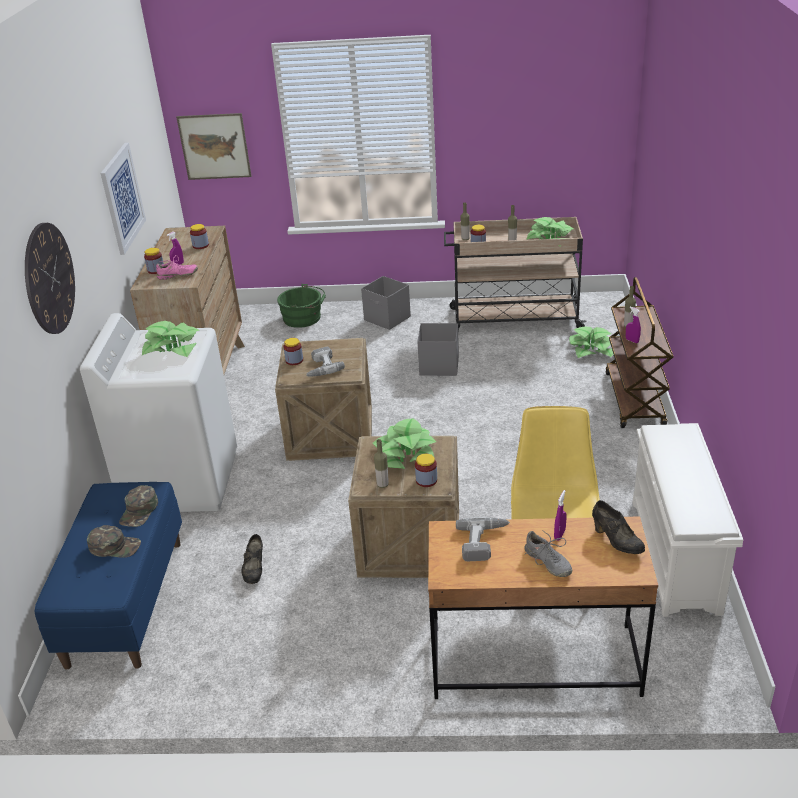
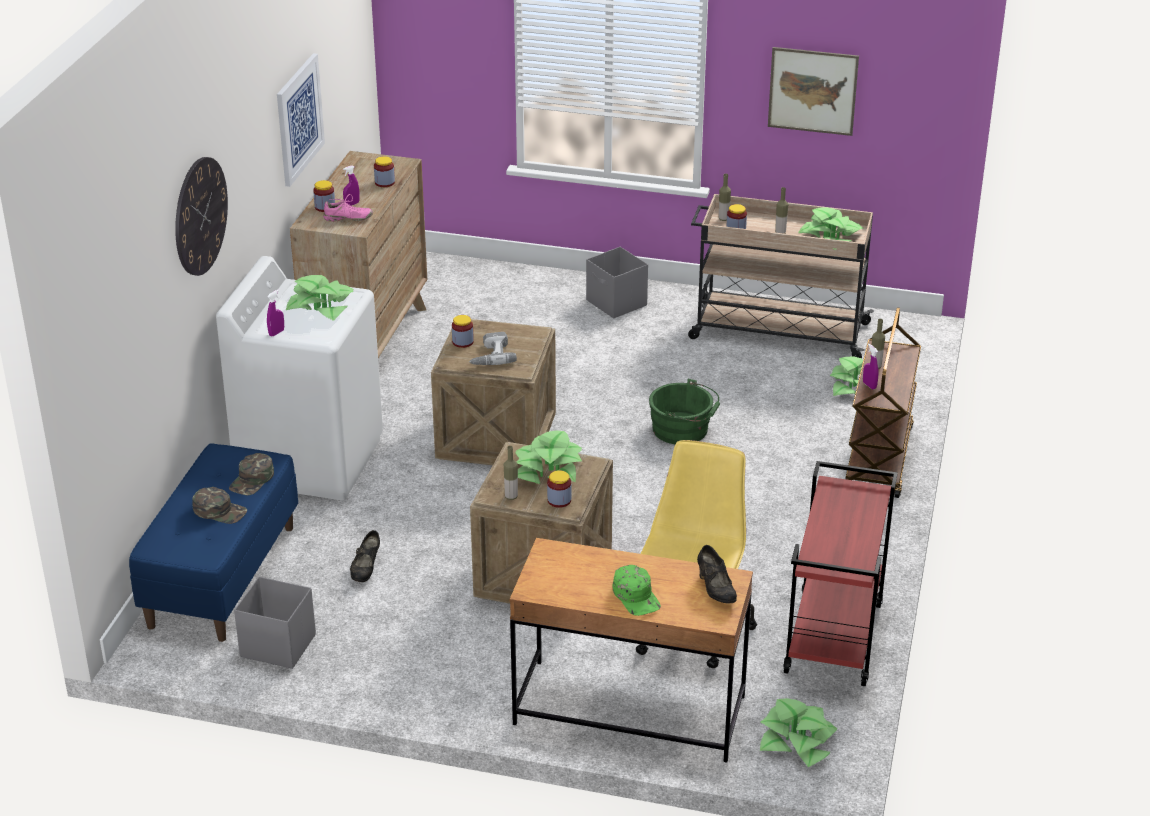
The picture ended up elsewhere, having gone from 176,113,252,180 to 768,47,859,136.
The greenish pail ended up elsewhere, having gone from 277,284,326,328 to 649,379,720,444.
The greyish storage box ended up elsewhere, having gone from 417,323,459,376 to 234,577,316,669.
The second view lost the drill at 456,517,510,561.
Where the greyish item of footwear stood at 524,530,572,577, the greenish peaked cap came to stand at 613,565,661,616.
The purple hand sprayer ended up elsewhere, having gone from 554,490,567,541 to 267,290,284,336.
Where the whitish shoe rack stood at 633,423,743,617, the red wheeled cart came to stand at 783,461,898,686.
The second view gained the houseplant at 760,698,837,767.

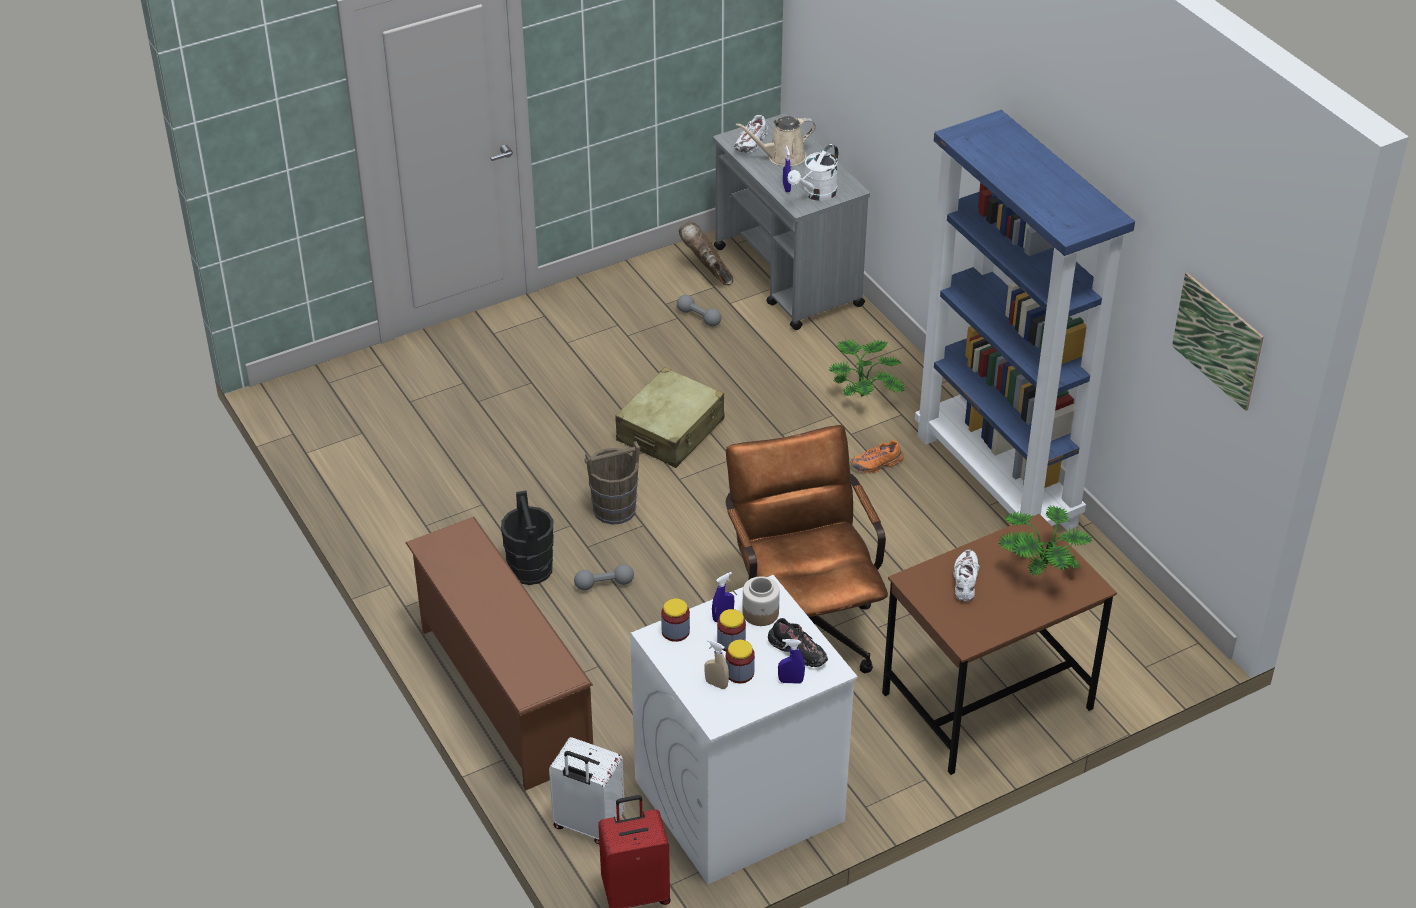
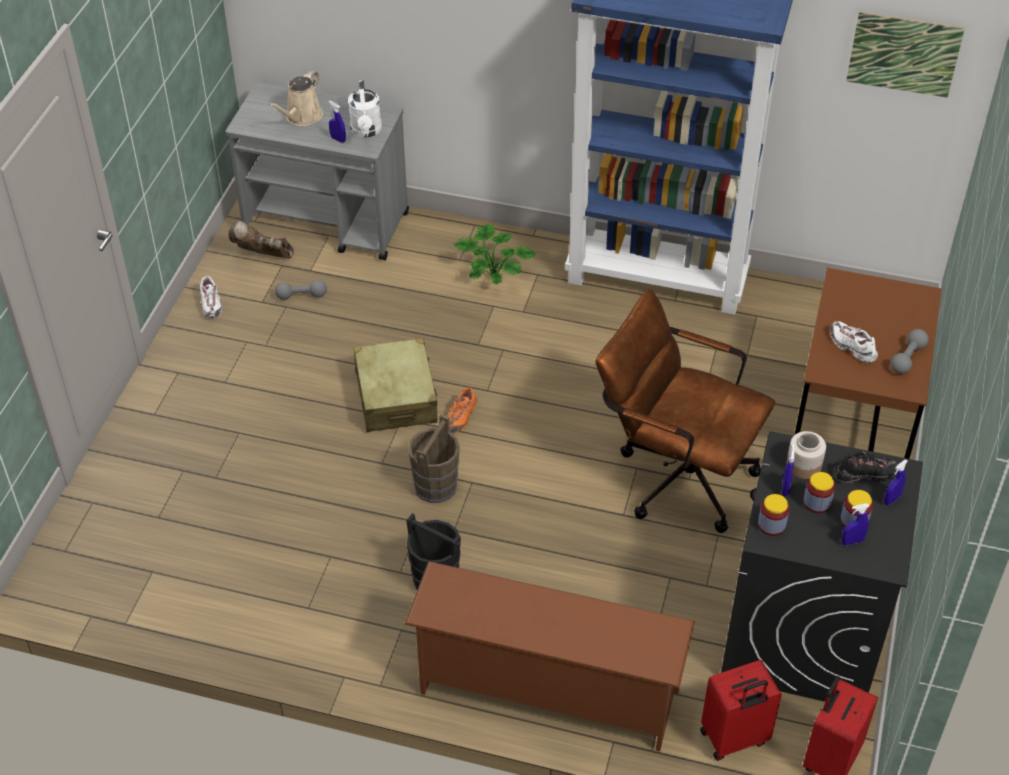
What was the whitish suitcase at 549,737,625,844 turned into the red suitcase at 700,660,782,761.
The greyish hand weight ended up elsewhere, having gone from 574,564,634,591 to 890,329,929,374.
What was the whitish laundry machine at 630,575,858,884 turned into the blackish laundry machine at 721,431,923,702.
What was the beige hand sprayer at 704,639,729,689 turned into the blue hand sprayer at 842,503,869,545.
The whitish item of footwear ended up elsewhere, having gone from 734,115,768,153 to 200,276,222,318.
The orange-coloured item of footwear ended up elsewhere, having gone from 850,440,904,474 to 447,388,478,432.
The second view lost the houseplant at 998,506,1092,576.

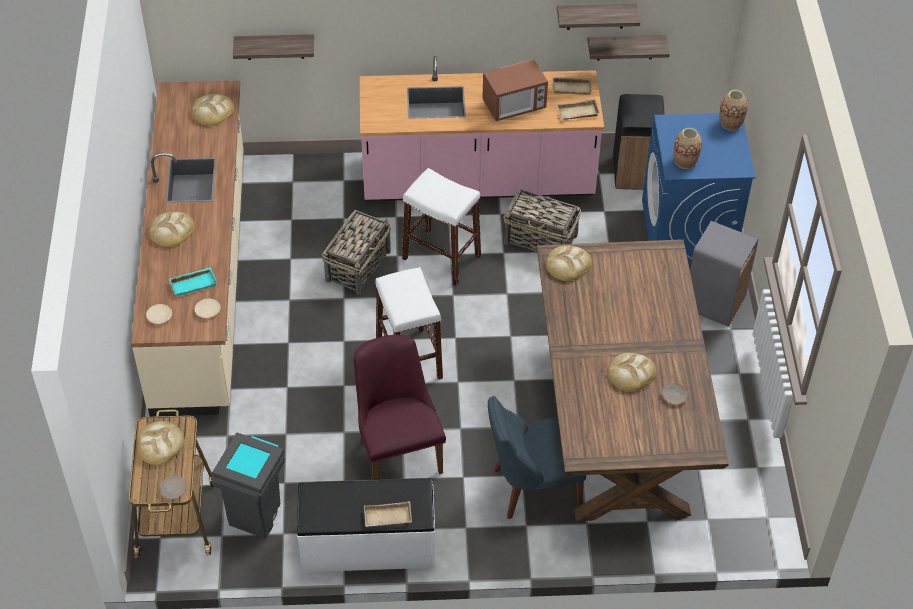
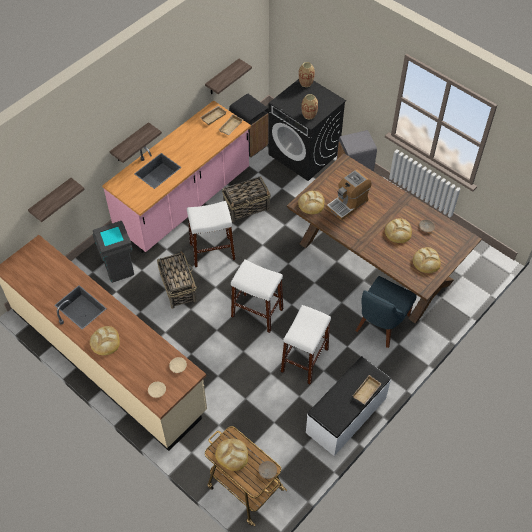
The second view lost the blue-green carrying tray at 169,267,217,296.
The baked bread ended up elsewhere, having gone from 191,94,234,126 to 413,247,441,273.
The greyish rubbish bin ended up elsewhere, having gone from 211,432,285,538 to 93,221,134,283.
Where the purple chair stood at 354,335,446,480, the whitish stool seat came to stand at 281,305,331,385.
The second view lost the microwave oven at 482,59,548,121.
The wall shelf ended up elsewhere, having gone from 557,4,640,30 to 110,122,162,163.
What was the blue laundry machine at 642,113,756,264 turned into the blackish laundry machine at 268,79,346,181.
The second view gained the coffee maker at 326,169,371,221.

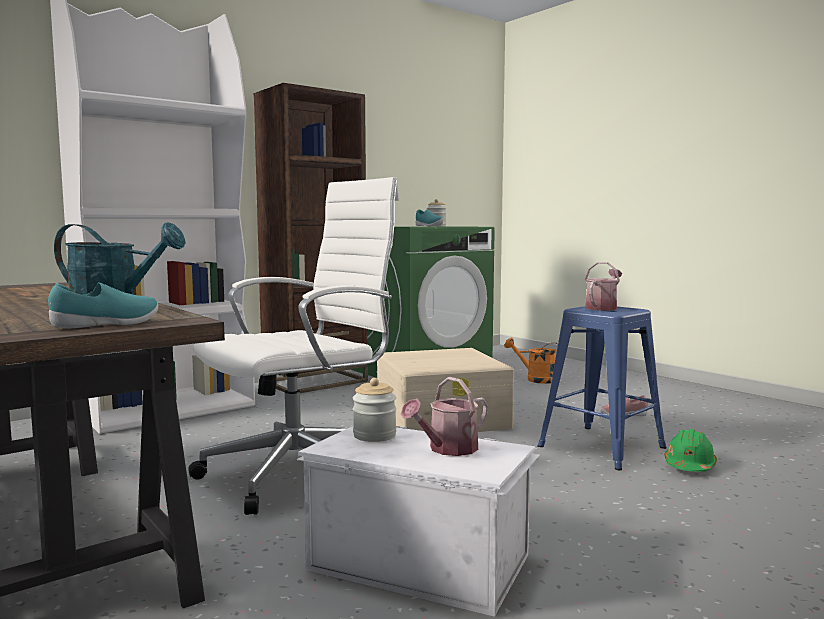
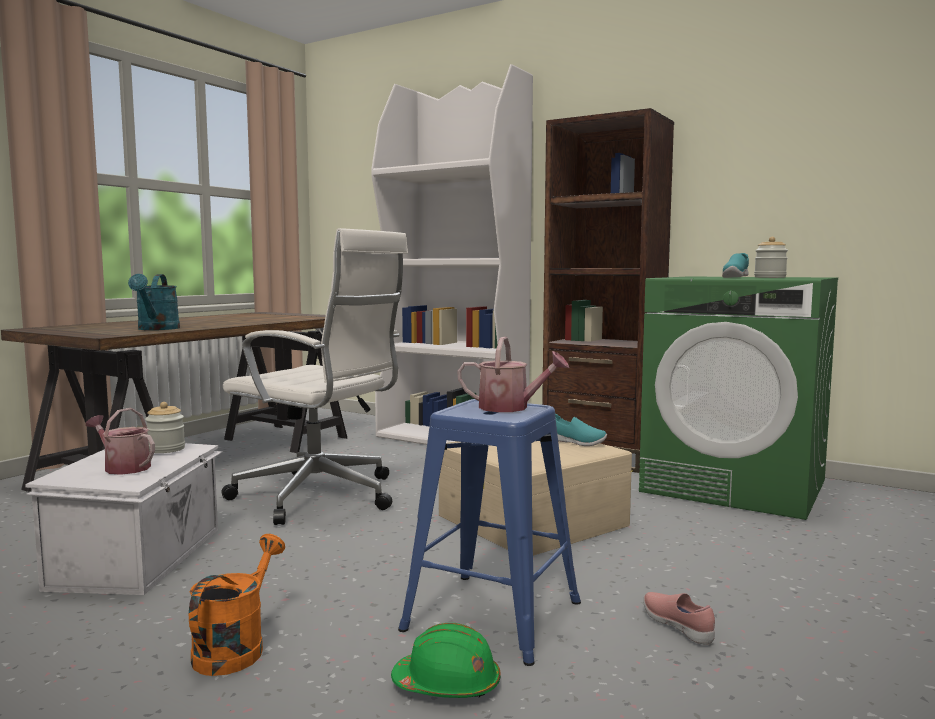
The blue-green item of footwear ended up elsewhere, having gone from 48,283,158,328 to 555,414,607,446.
The orange-coloured sprinkling can ended up elsewhere, having gone from 504,338,558,384 to 189,534,285,676.

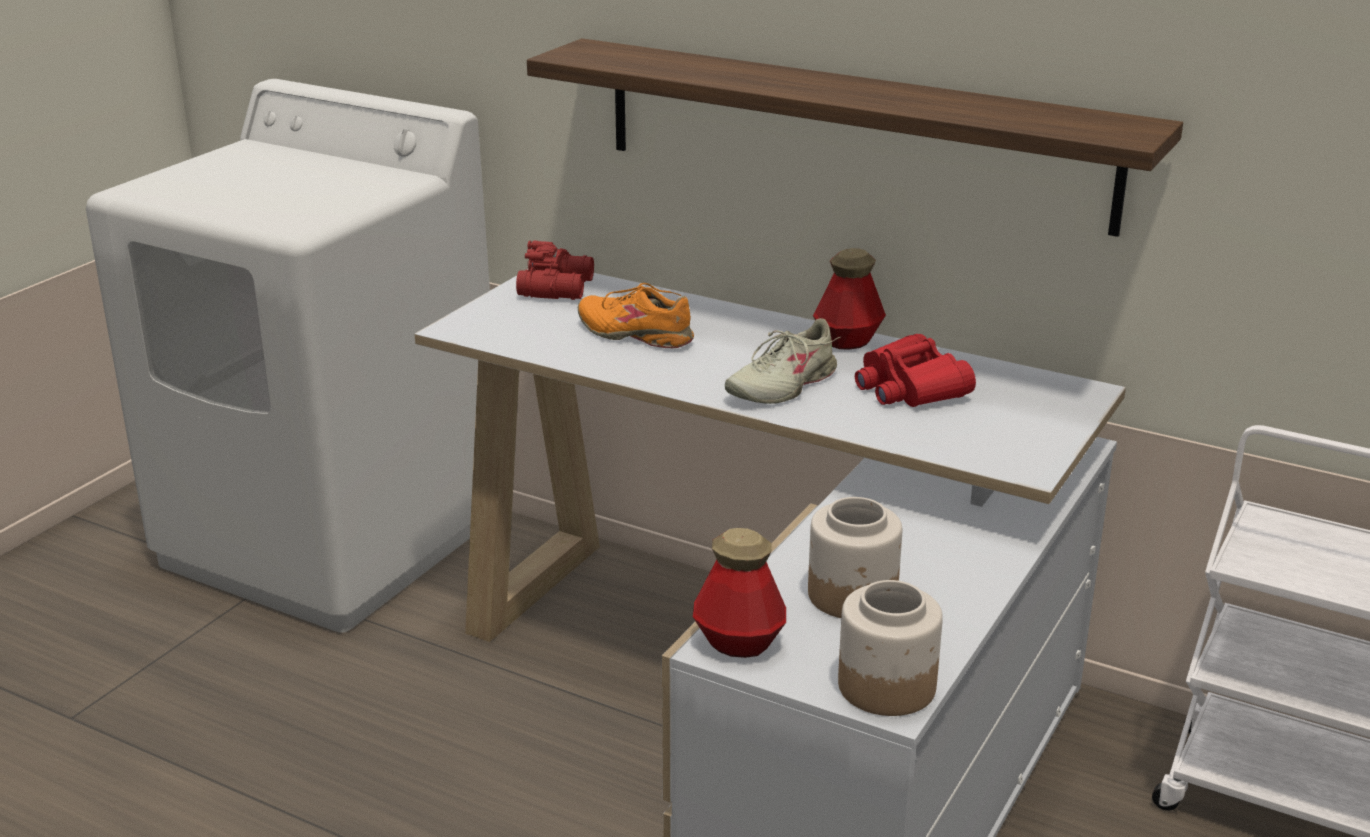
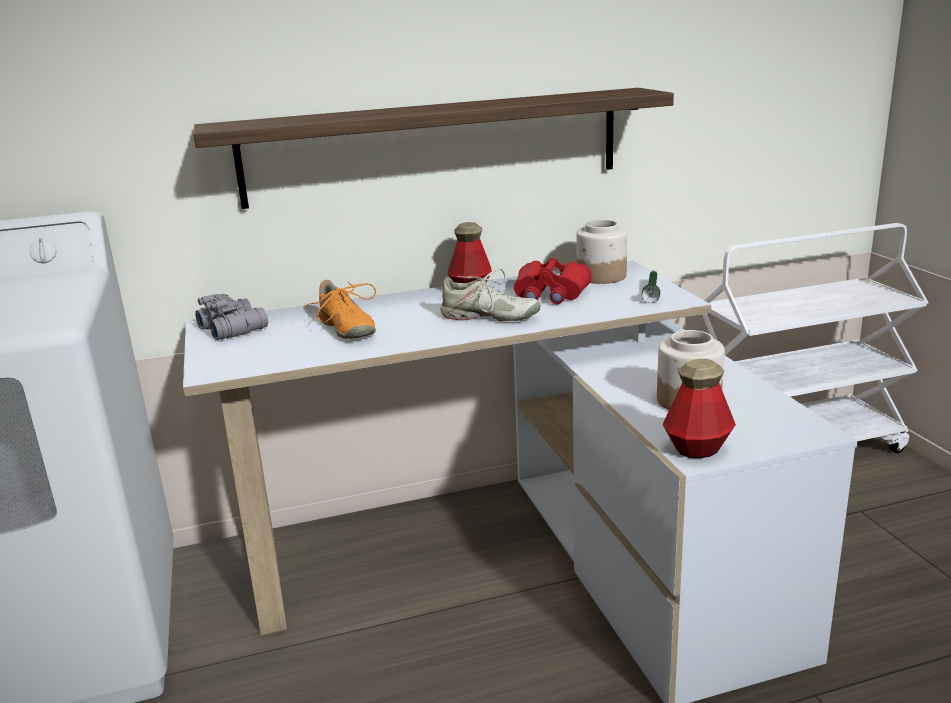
What was the red binoculars at 516,240,594,300 turned into the greyish binoculars at 195,294,268,340.
The orange-coloured item of footwear at 578,283,694,348 ended up facing another way, 105 degrees counterclockwise from before.
The beige item of footwear at 725,318,840,404 ended up facing another way, 75 degrees counterclockwise from before.
The preserve jar ended up elsewhere, having gone from 838,580,943,716 to 576,220,627,284.
The second view gained the greenish hand torch at 642,271,660,303.

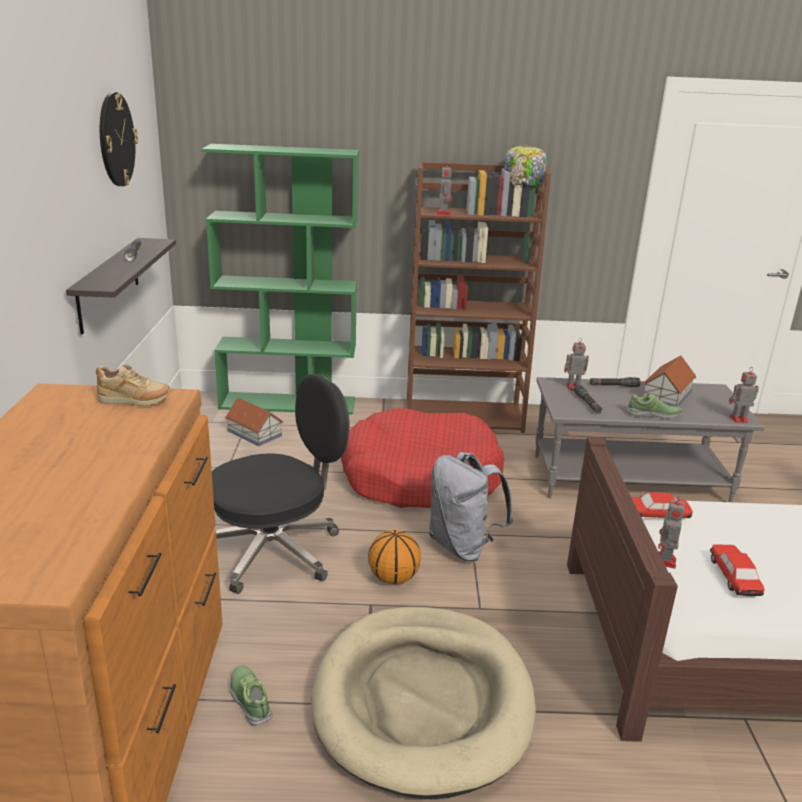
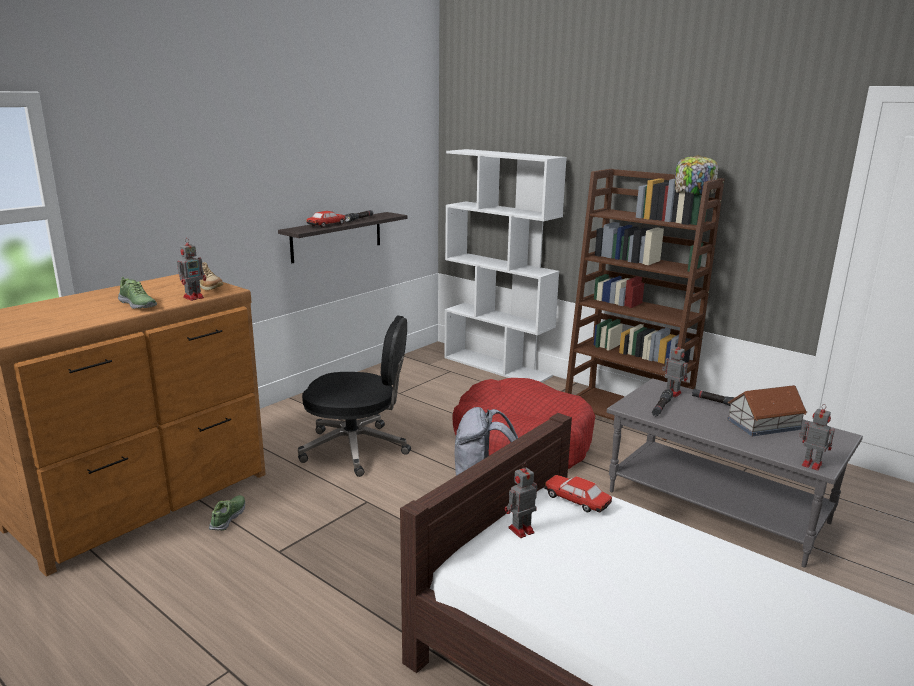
The second view lost the hanging clock at 100,92,138,186.
What was the greenish bookshelf at 201,144,359,415 turned into the whitish bookshelf at 444,149,567,383.
The second view lost the toy house at 225,398,284,446.
The second view lost the beige dog cushion at 312,607,536,799.
The second view lost the ball for basketball at 368,530,421,584.
The toy robot ended up elsewhere, having gone from 437,166,451,215 to 177,238,206,301.
The item of footwear ended up elsewhere, having gone from 627,393,682,419 to 118,277,157,309.
The toy car ended up elsewhere, having gone from 710,544,765,596 to 306,211,346,228.

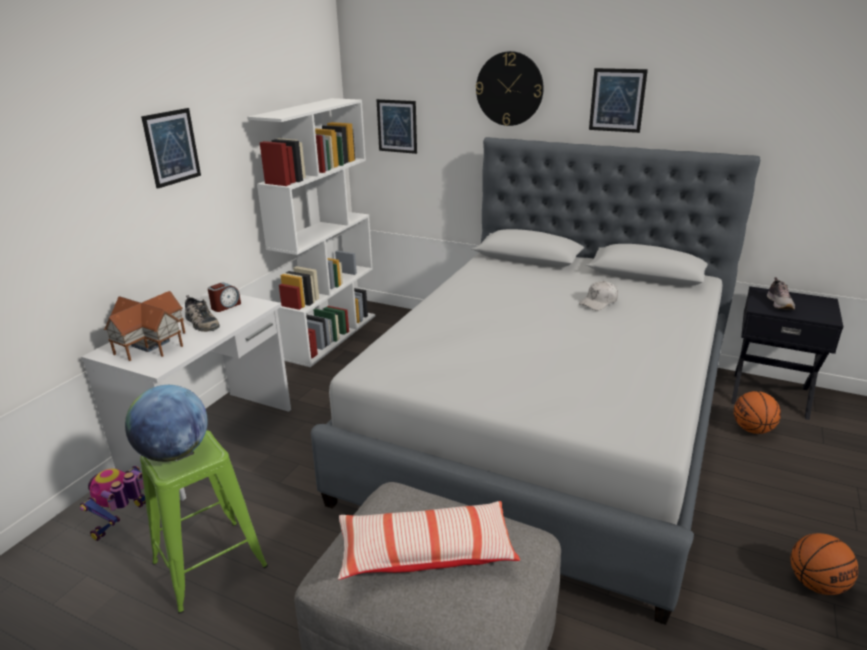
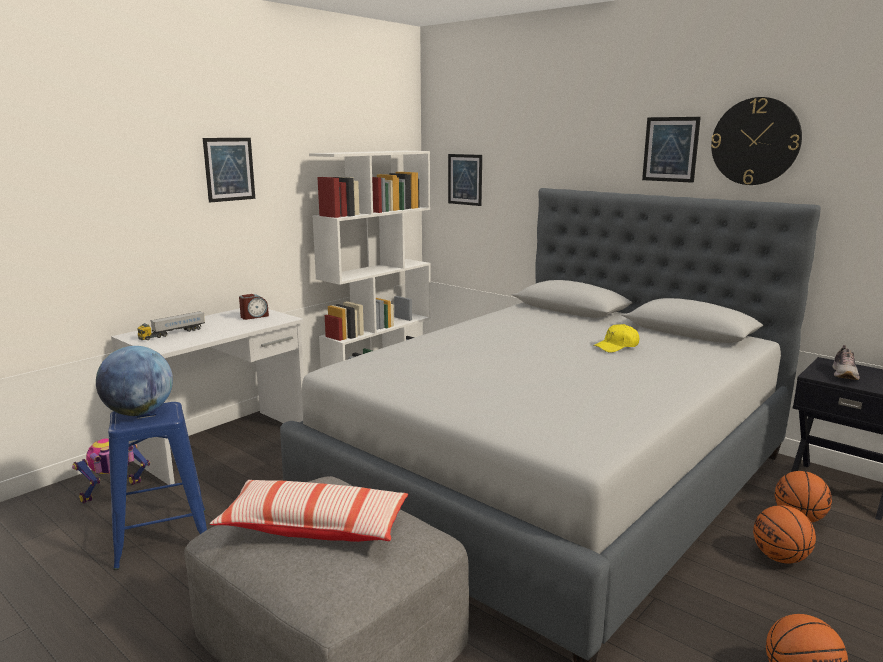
Where the toy house stood at 104,291,185,361, the toy truck came to stand at 137,311,205,340.
What was the greenish stool seat at 140,430,268,614 turned into the blue stool seat at 108,402,207,570.
The second view lost the item of footwear at 185,295,220,332.
The hanging clock ended up elsewhere, having gone from 476,51,544,126 to 711,97,802,185.
What was the whitish peaked cap at 579,281,618,311 turned into the yellow peaked cap at 593,324,639,353.
The second view gained the ball for basketball at 753,505,816,564.

